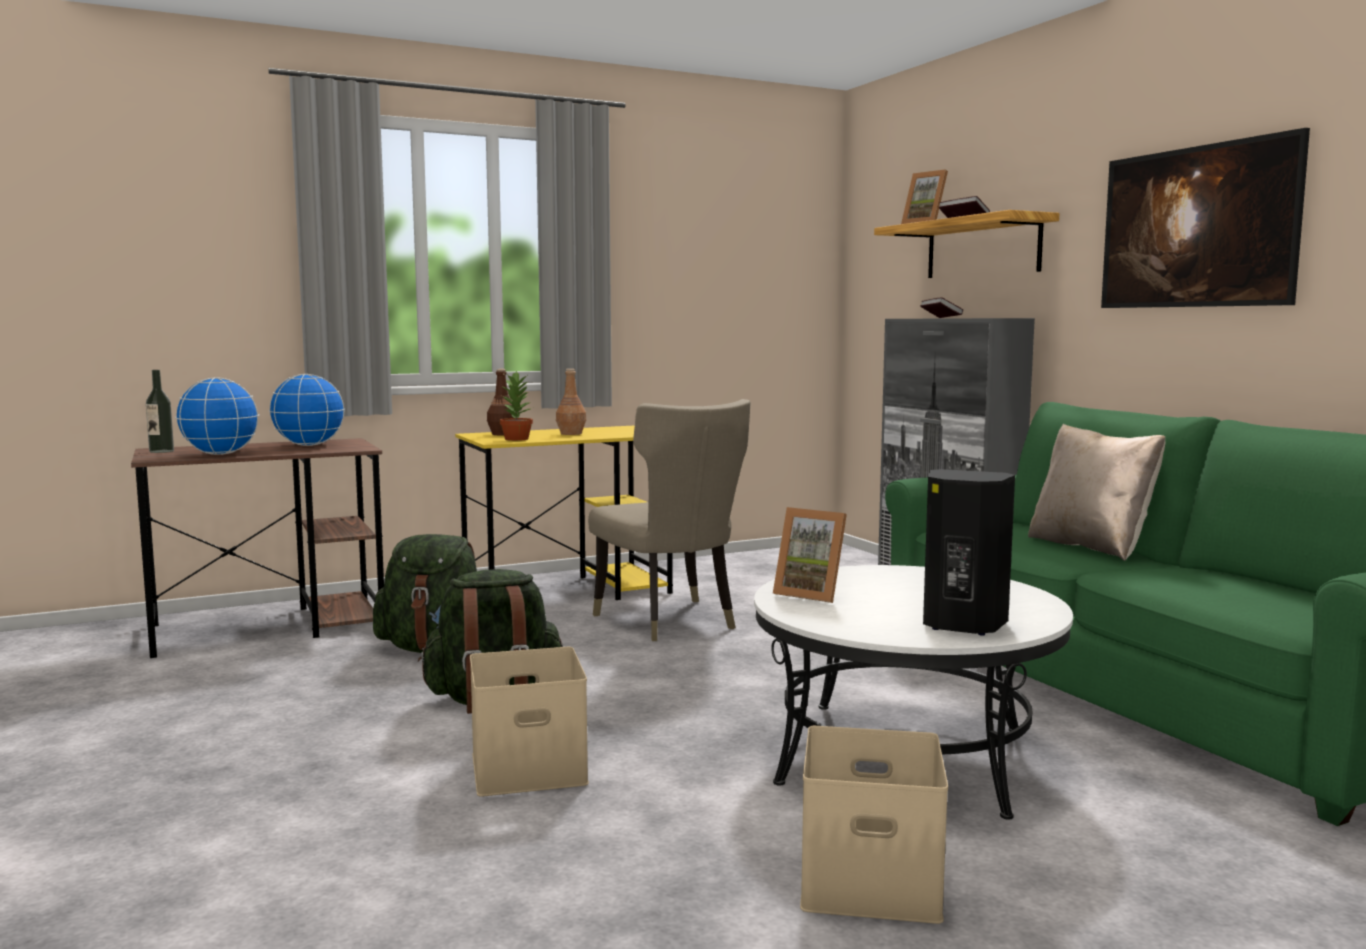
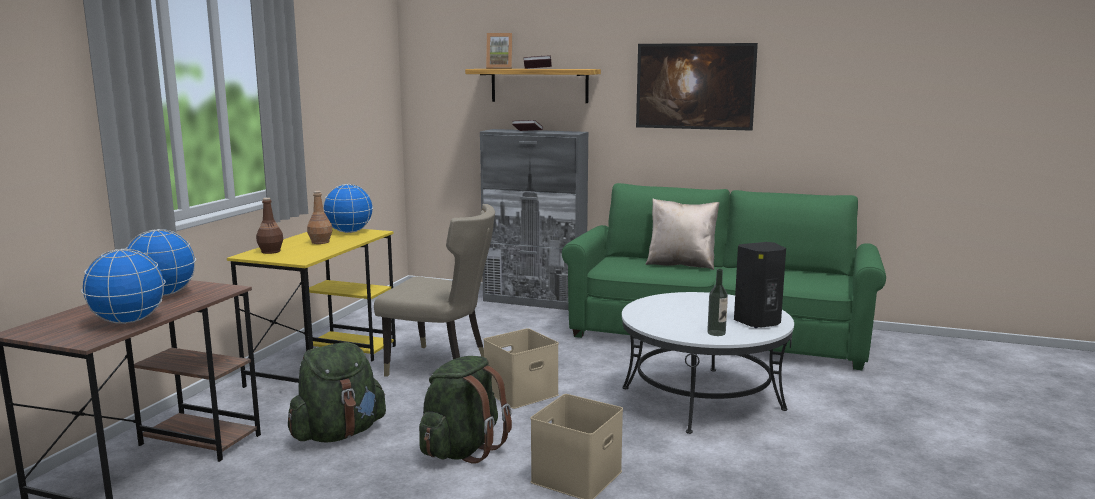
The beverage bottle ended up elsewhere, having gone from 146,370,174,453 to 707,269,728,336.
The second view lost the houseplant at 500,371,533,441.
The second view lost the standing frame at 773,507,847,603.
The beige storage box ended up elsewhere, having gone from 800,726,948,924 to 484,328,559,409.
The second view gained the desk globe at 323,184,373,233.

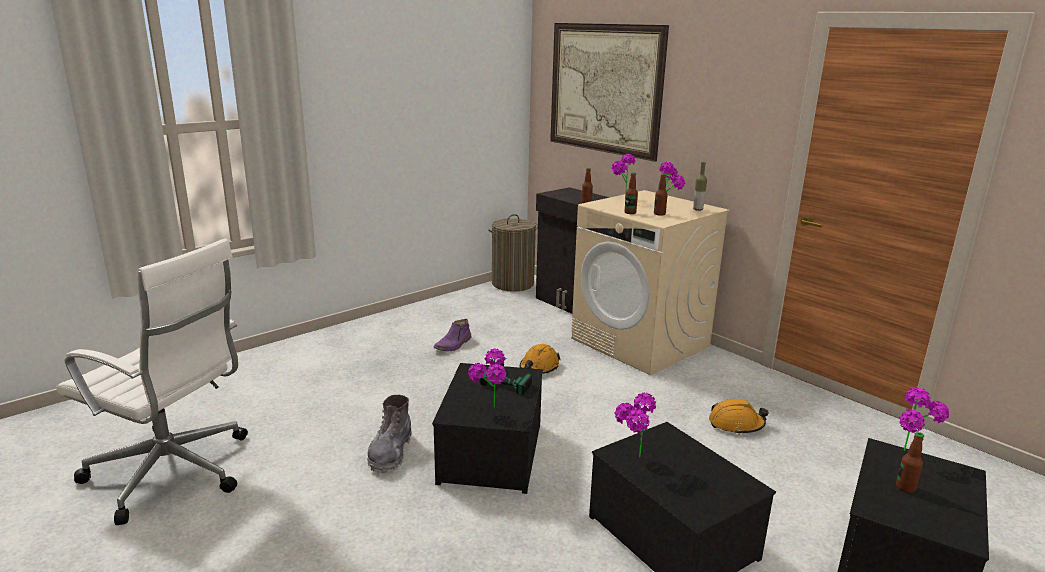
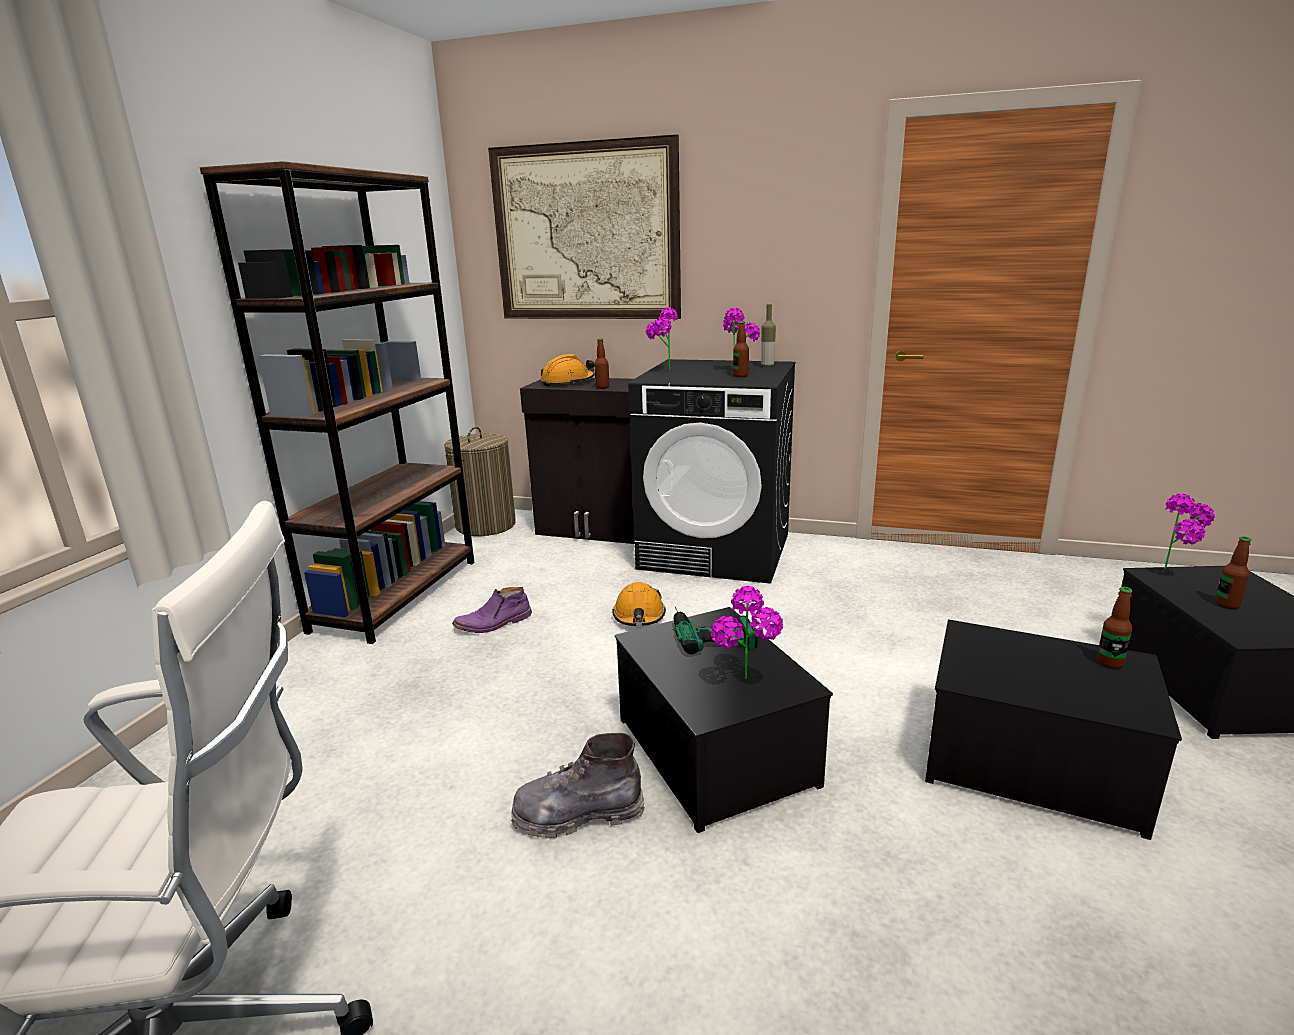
The greyish tall boot at 367,395,411,473 ended up facing another way, 105 degrees clockwise from before.
The purple tall boot at 433,319,472,351 ended up facing another way, 60 degrees clockwise from before.
What was the beige laundry machine at 571,190,730,375 turned into the blackish laundry machine at 628,359,796,584.
The second view lost the houseplant at 615,392,656,458.
The beverage bottle ended up elsewhere, having gone from 625,172,638,214 to 1097,587,1133,669.
The orange-coloured hard hat ended up elsewhere, having gone from 709,399,769,435 to 541,354,595,386.
The second view gained the brownish bookshelf at 199,161,475,644.

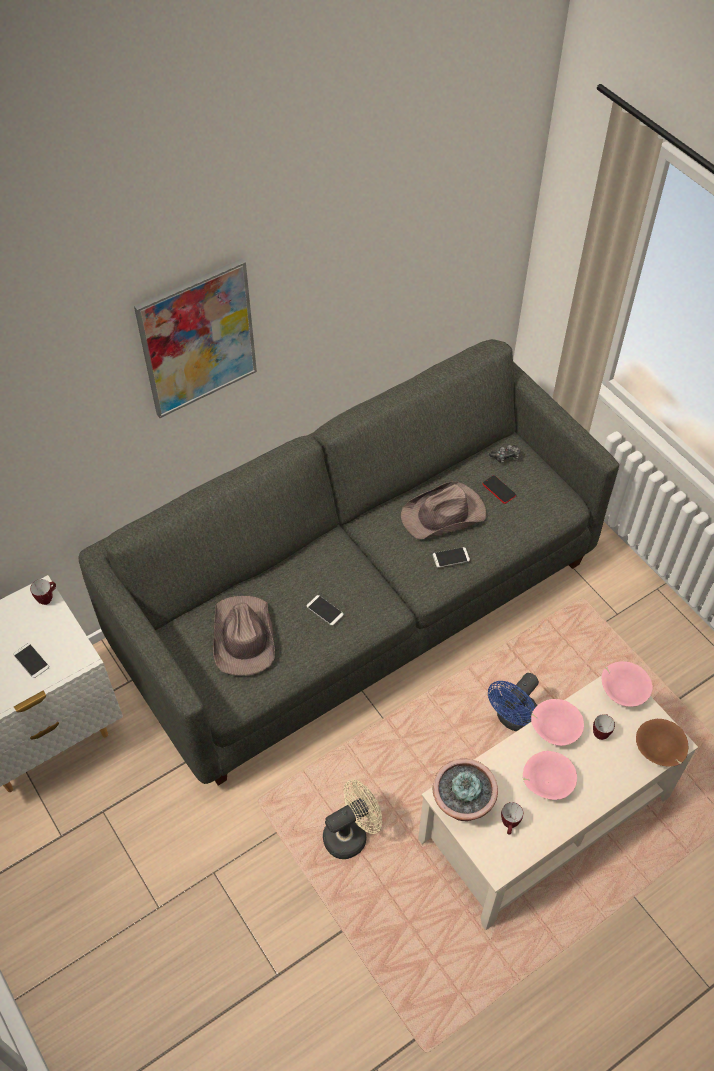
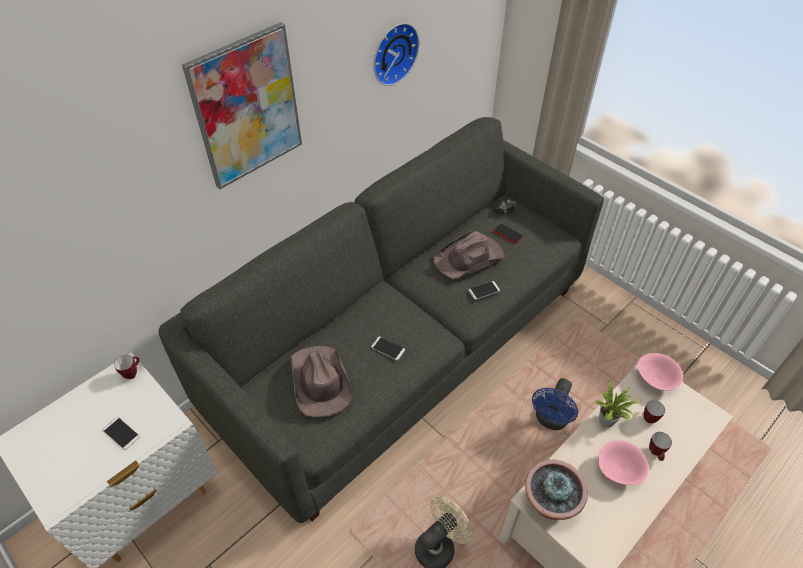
The tea mug ended up elsewhere, having gone from 501,802,523,835 to 649,432,672,461.
Where the pink-coloured bowl stood at 531,699,584,746, the houseplant came to stand at 594,380,642,427.
The second view lost the brownish bowl at 636,719,689,767.
The second view gained the hanging clock at 374,23,419,86.

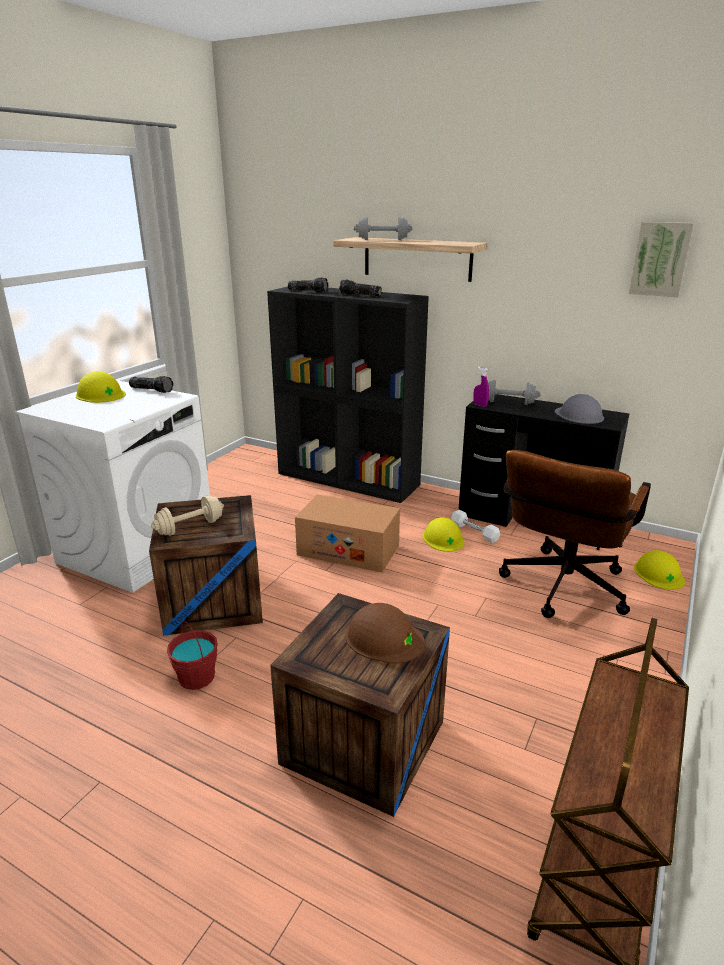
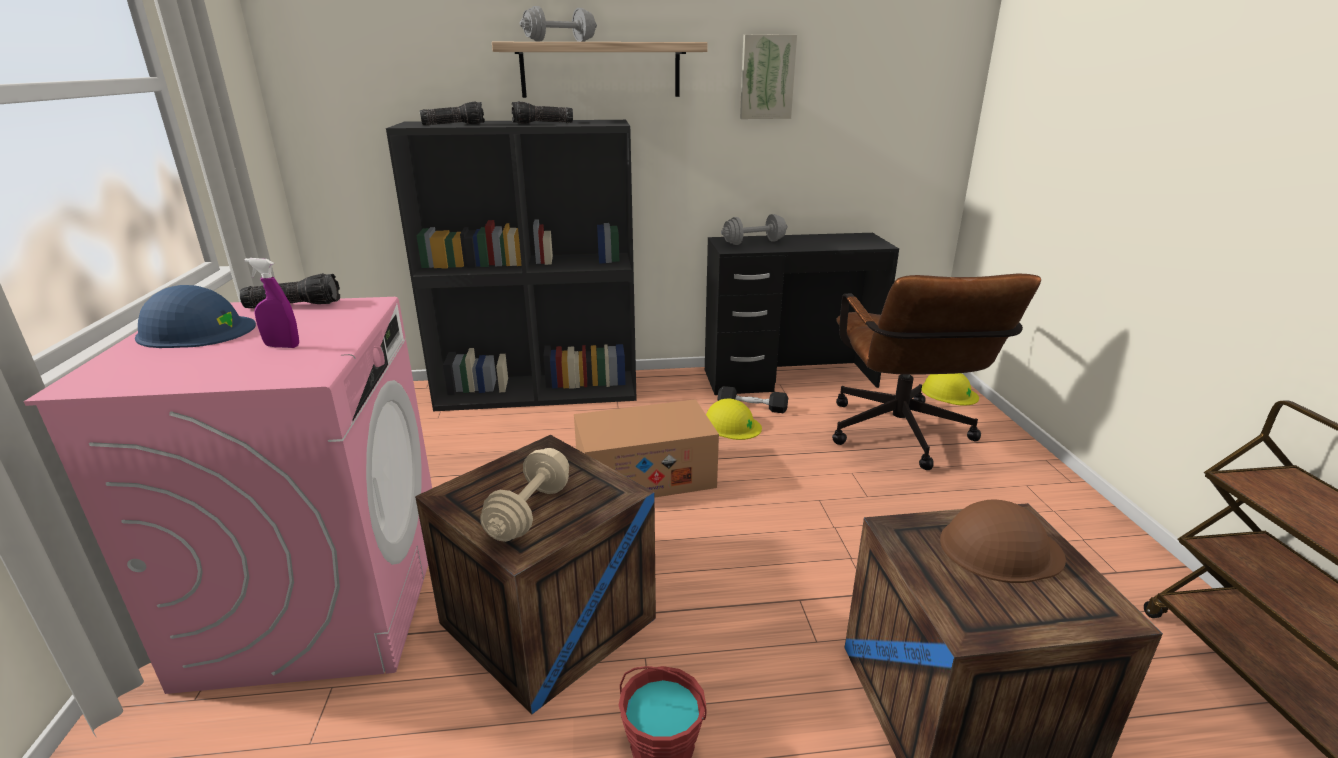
What was the whitish laundry machine at 15,380,210,593 turned into the pink-coloured laundry machine at 24,297,432,694.
What was the yellow hard hat at 75,371,126,403 turned into the blue hard hat at 135,285,256,348.
What was the whitish hand weight at 451,510,500,543 turned into the blackish hand weight at 717,386,788,413.
The purple hand sprayer ended up elsewhere, having gone from 473,367,489,407 to 245,258,299,348.
The second view lost the greyish hard hat at 555,394,604,424.
The picture ended up elsewhere, having gone from 629,222,694,297 to 740,35,797,119.

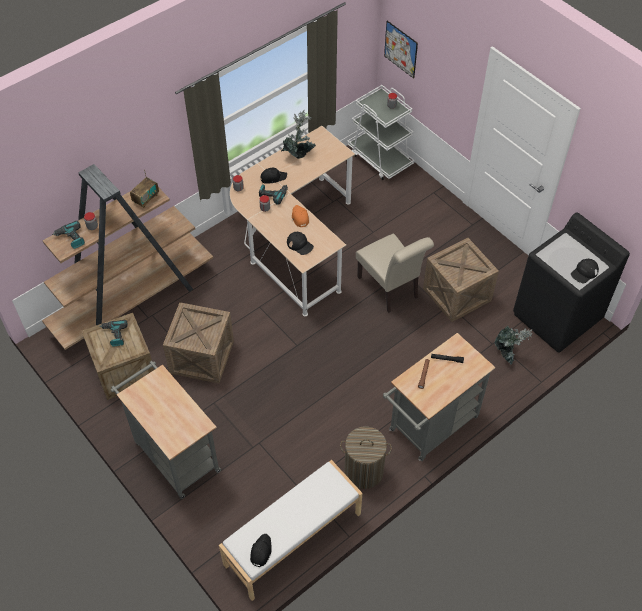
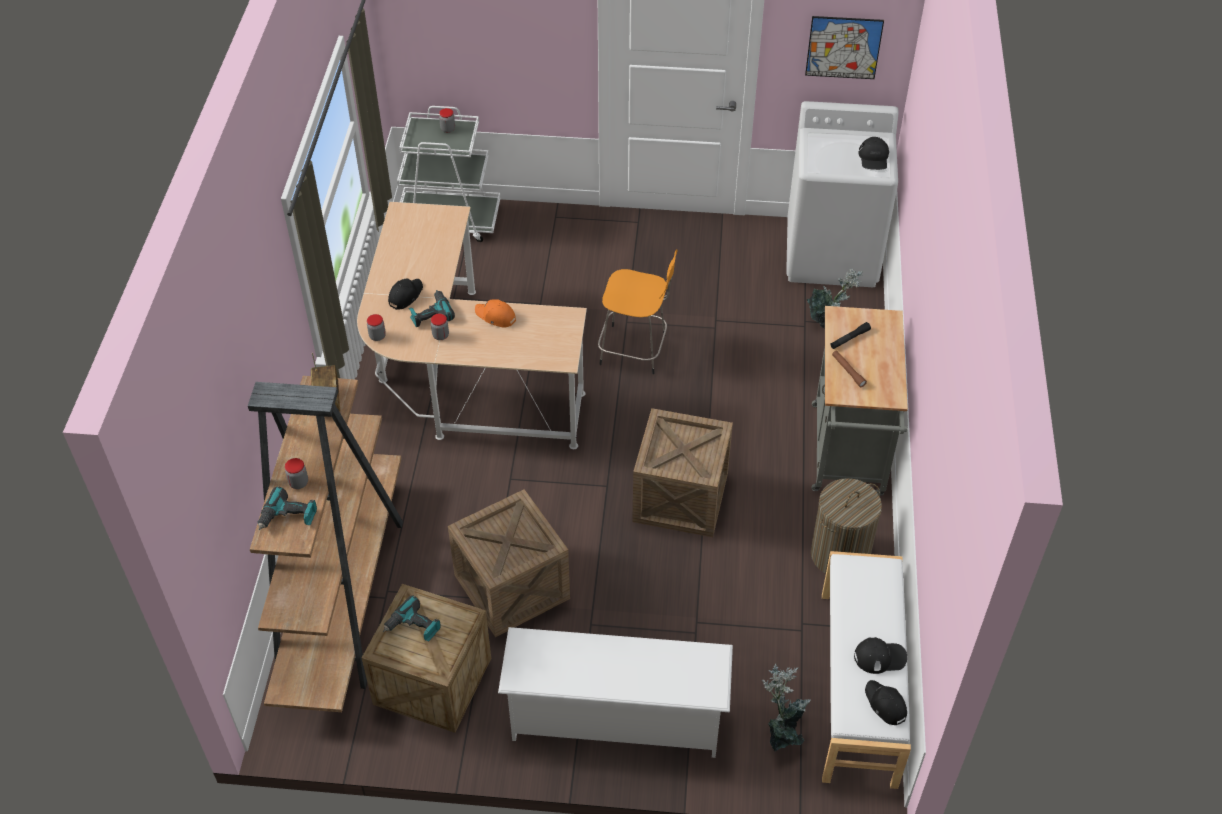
Where the greyish wheeled cart stood at 111,361,221,499, the whitish shoe rack came to stand at 498,627,733,758.
The houseplant ended up elsewhere, having gone from 281,110,316,159 to 762,664,811,752.
The blackish peaked cap ended up elsewhere, having gone from 287,232,314,255 to 854,637,907,674.
Where the beige chair stood at 356,234,434,313, the orange-coloured stool seat came to stand at 598,249,677,374.
The picture ended up elsewhere, having gone from 384,21,418,79 to 805,16,884,79.
The shipping crate ended up elsewhere, having gone from 423,238,499,322 to 632,408,733,537.
What was the blackish laundry machine at 513,213,630,353 turned into the whitish laundry machine at 786,101,899,287.

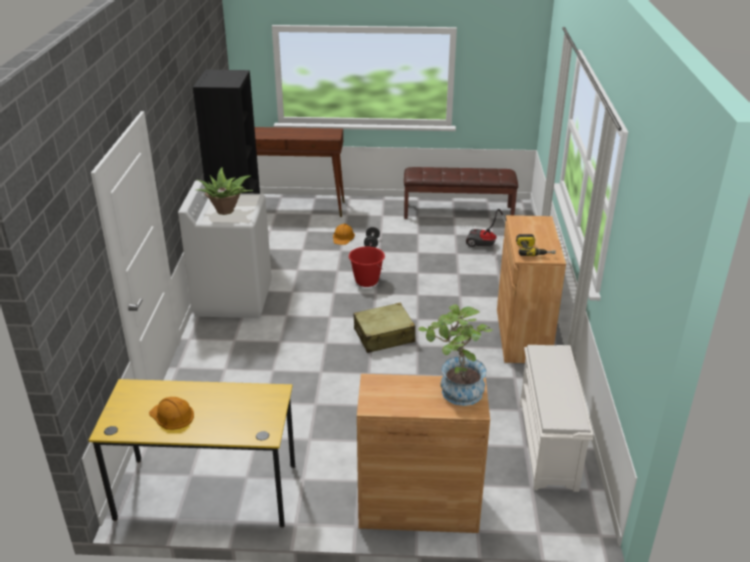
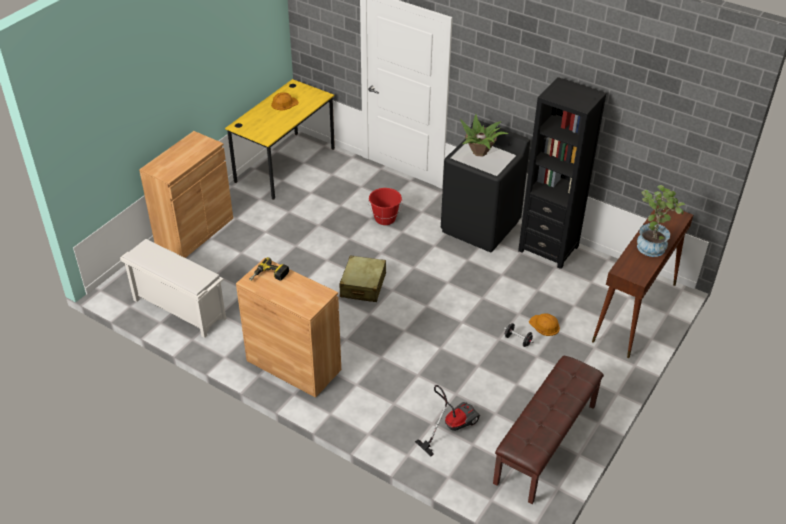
What was the whitish laundry machine at 178,180,272,318 turned into the blackish laundry machine at 441,120,530,252.
The red pail ended up elsewhere, having gone from 349,247,385,287 to 368,188,403,225.
The houseplant ended up elsewhere, having gone from 418,304,493,406 to 637,185,686,257.

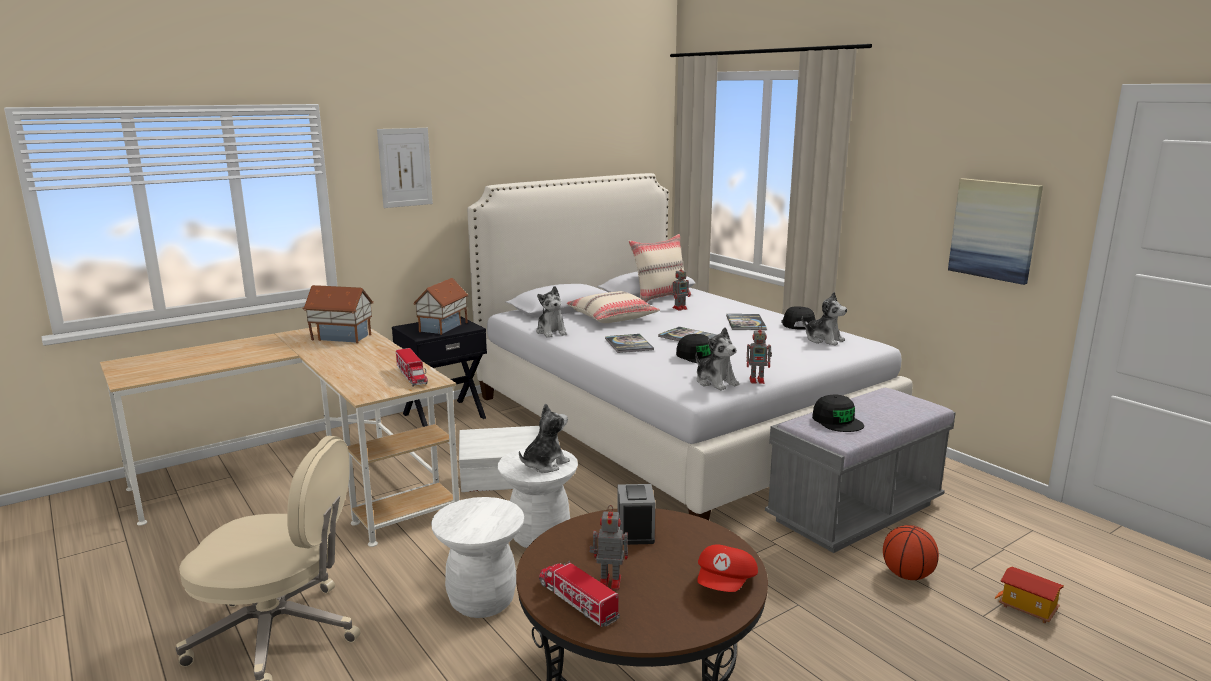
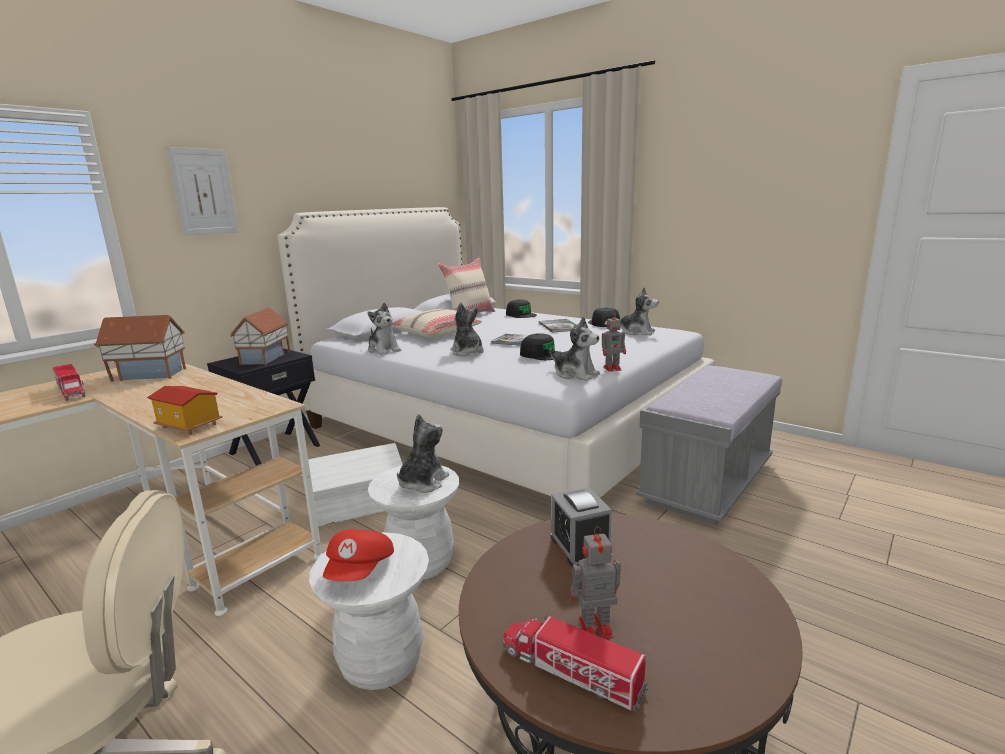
The toy truck ended up elsewhere, having gone from 396,348,428,387 to 53,364,85,401.
Where the volume stood at 605,334,654,353, the plush toy came to stand at 450,302,484,356.
The second view lost the toy robot at 672,266,690,311.
The red peaked cap ended up elsewhere, having gone from 697,544,758,592 to 323,529,394,581.
The blackish peaked cap ended up elsewhere, having gone from 812,394,864,432 to 506,300,537,318.
The second view lost the ball for basketball at 883,525,939,580.
The second view lost the picture at 948,178,1043,285.
The toy house ended up elsewhere, having gone from 995,567,1064,623 to 147,386,223,435.

